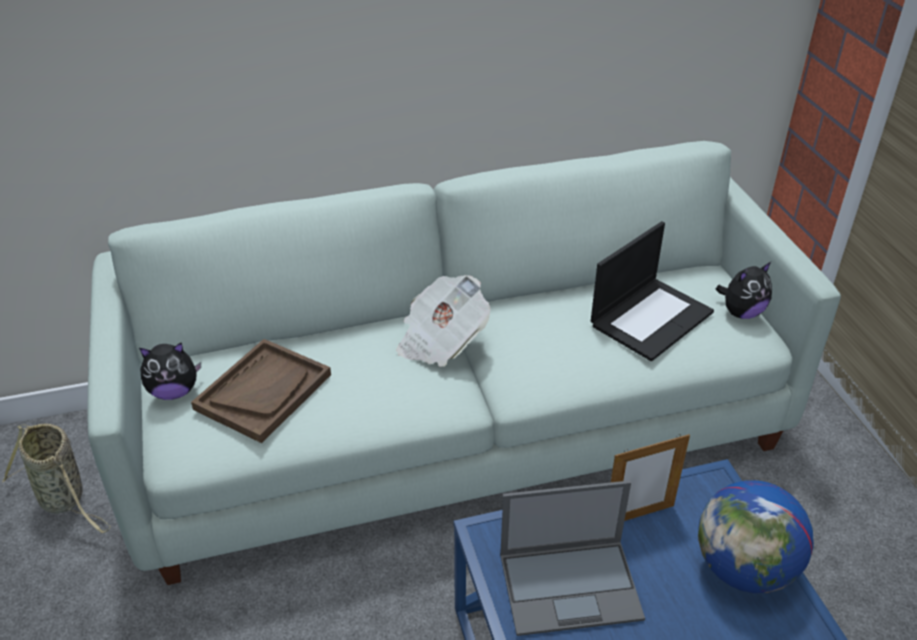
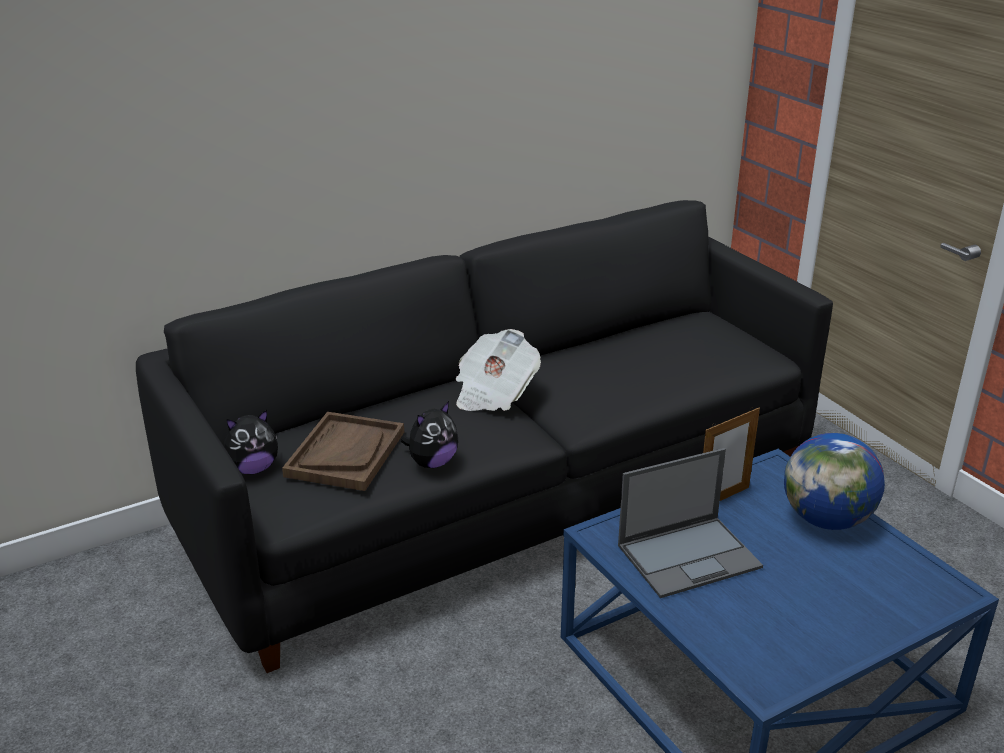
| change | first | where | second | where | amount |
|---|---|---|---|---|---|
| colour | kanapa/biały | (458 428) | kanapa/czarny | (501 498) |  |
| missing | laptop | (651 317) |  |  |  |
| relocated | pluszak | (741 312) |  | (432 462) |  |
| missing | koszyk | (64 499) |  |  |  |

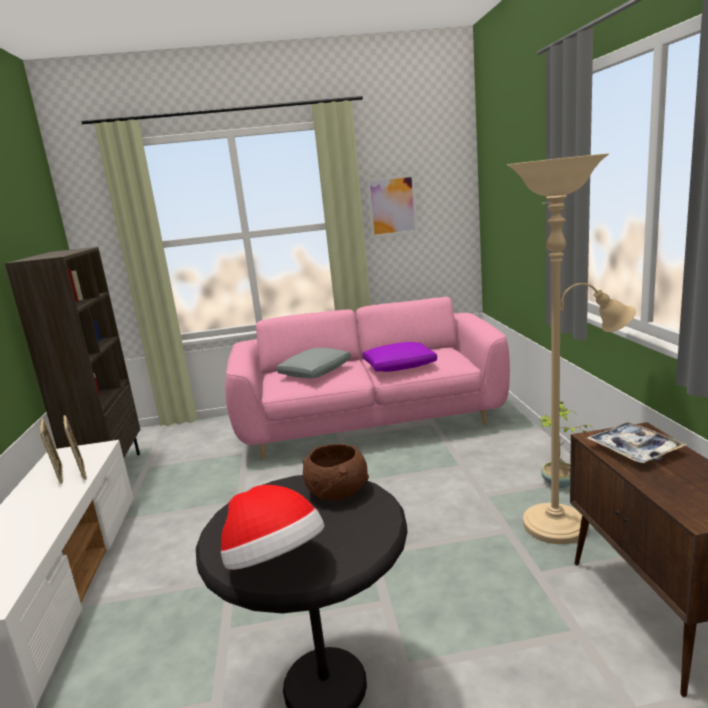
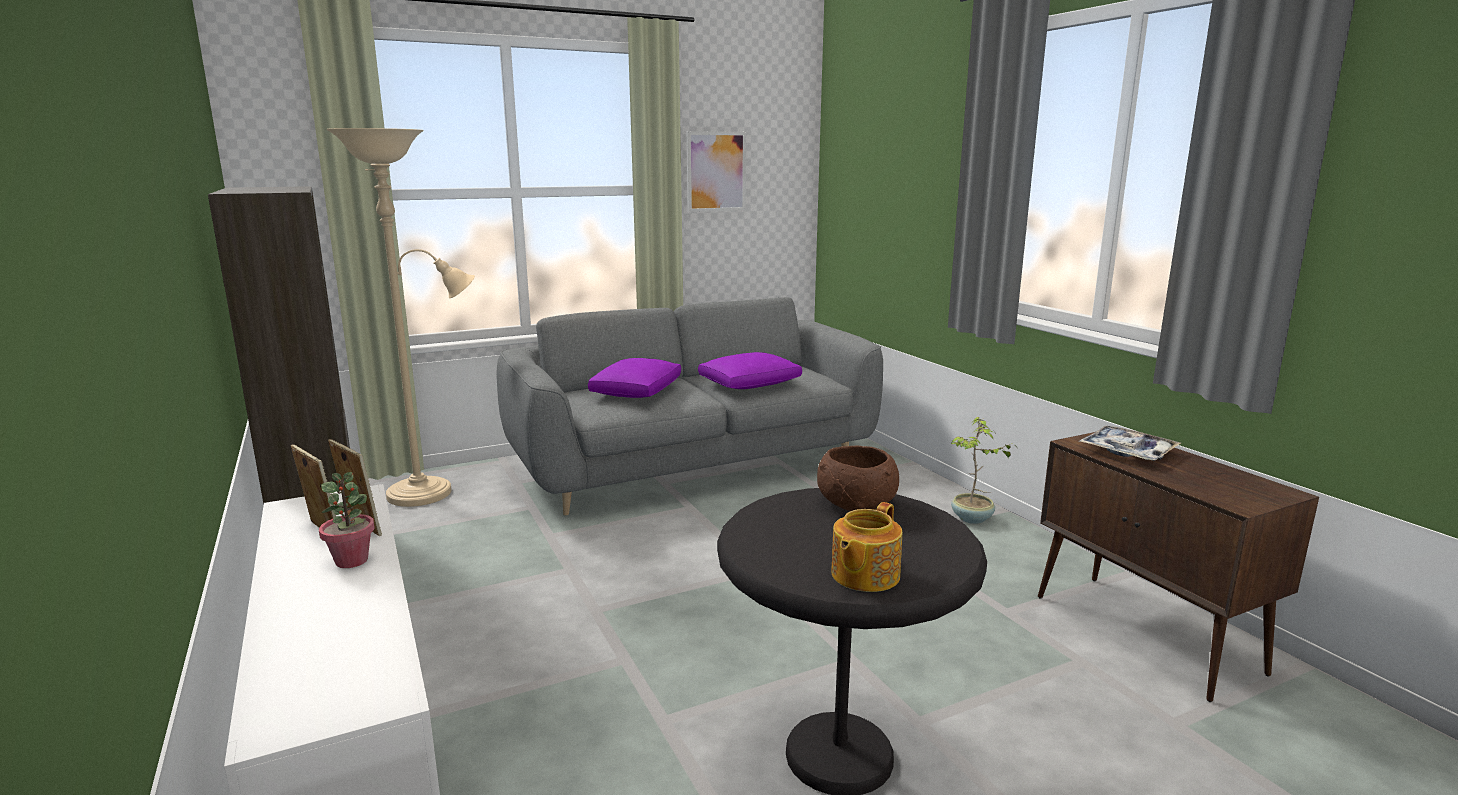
| change | first | where | second | where | amount |
|---|---|---|---|---|---|
| relocated | lampa stojąca/beżowy | (563 523) |  | (428 492) |  |
| colour | kanapa/różowy | (369 423) | kanapa/szary | (694 465) |  |
| colour | poduszka/szary | (316 372) | poduszka/fioletowy | (637 391) |  |
| exchanged | kapelusz | (275 563) | imbryk | (863 575) |  |
| appeared |  |  | roślina doniczkowa | (352 560) |  |

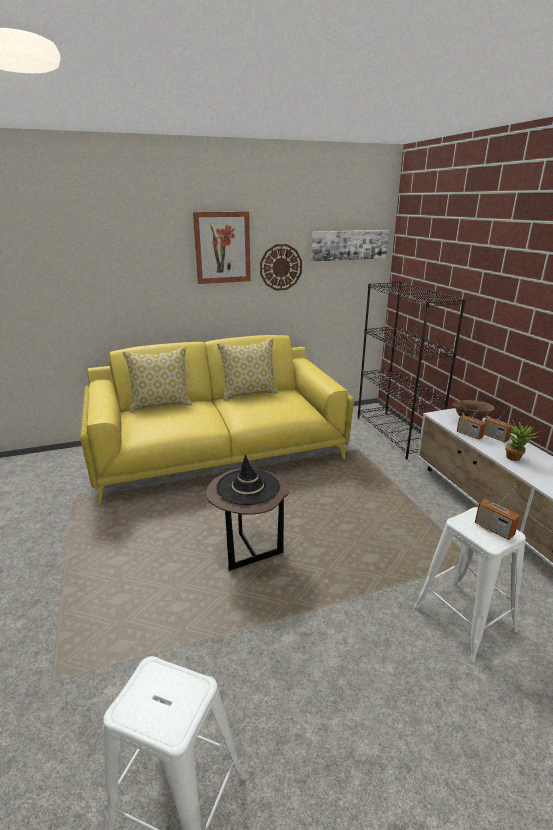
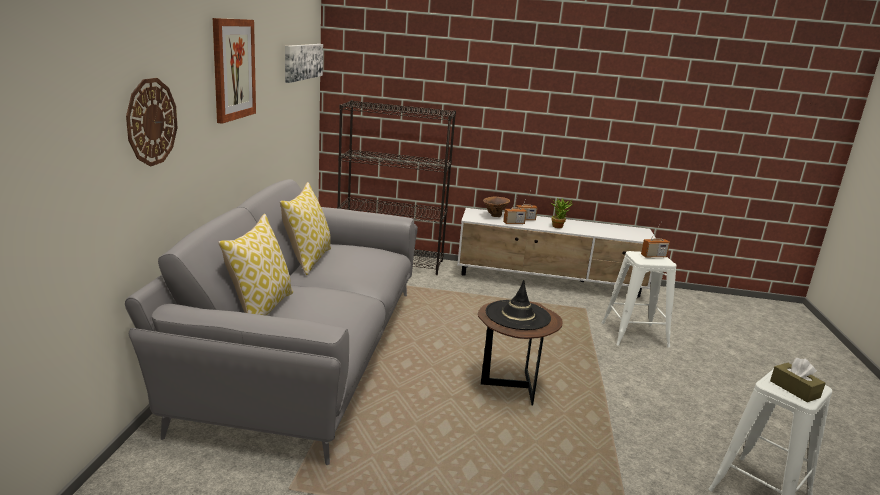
| change | first | where | second | where | amount |
|---|---|---|---|---|---|
| relocated | zegar ścienny | (280 267) |  | (151 122) |  |
| colour | kanapa/żółty | (219 452) | kanapa/szary | (305 349) |  |
| appeared |  |  | pudełko chusteczek/brązowy | (794 389) |  |

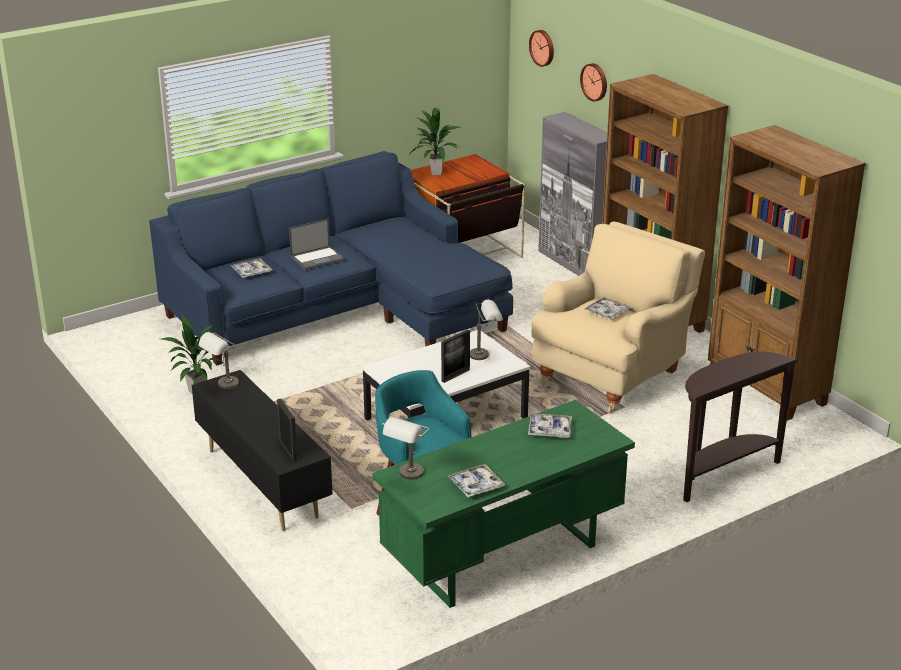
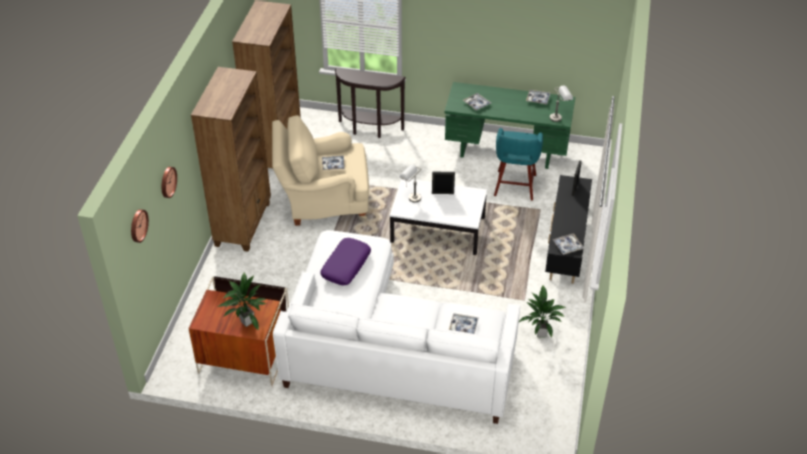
| change | first | where | second | where | amount |
|---|---|---|---|---|---|
| missing | szafka/szary | (574 263) |  |  |  |
| colour | kanapa/niebieski | (340 310) | kanapa/biały | (389 350) |  |
| missing | laptop | (318 258) |  |  |  |
| exchanged | lampa stołowa/szary | (223 386) | taca | (567 246) |  |
| appeared |  |  | poduszka/fioletowy | (345 266) |  |

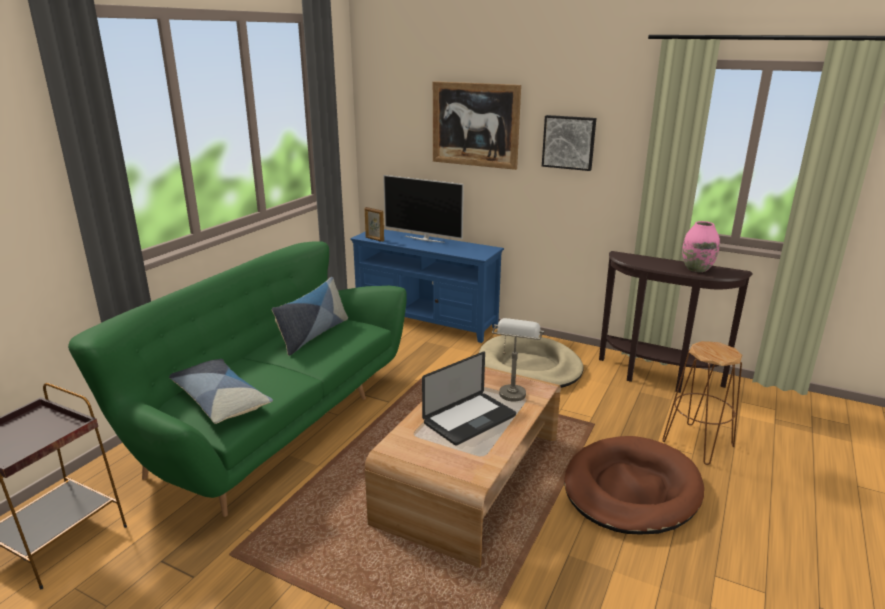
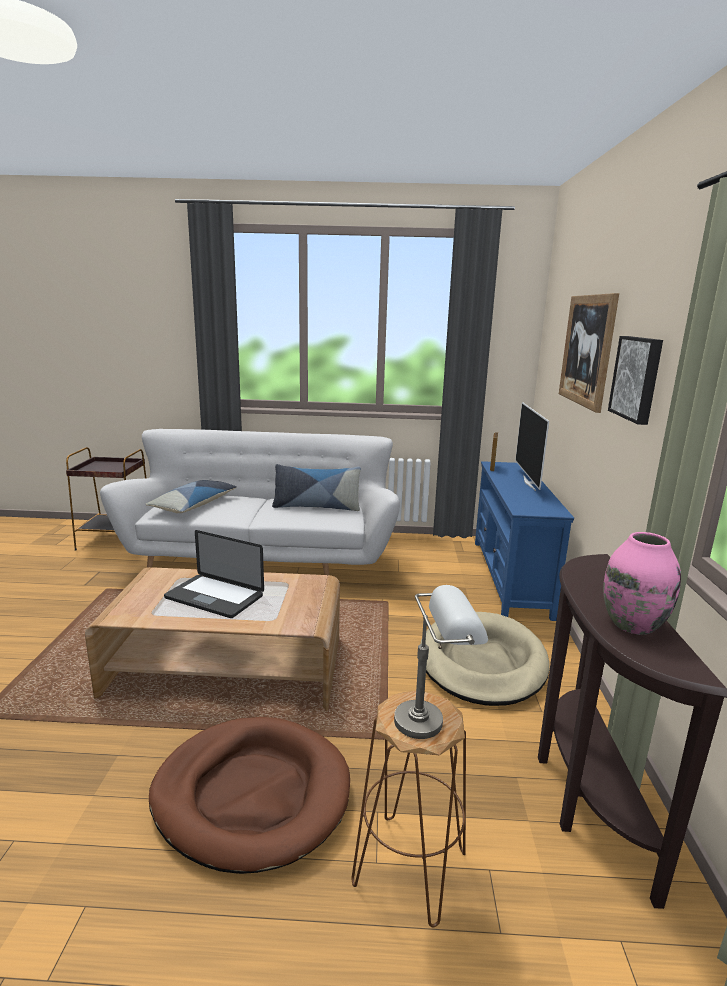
| change | first | where | second | where | amount |
|---|---|---|---|---|---|
| colour | kanapa/zielony | (271 424) | kanapa/biały | (264 560) |  |
| relocated | lampa stołowa/szary | (513 389) |  | (434 719) |  |

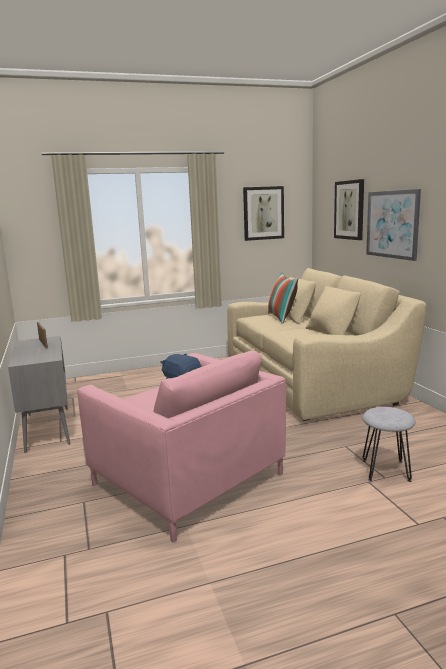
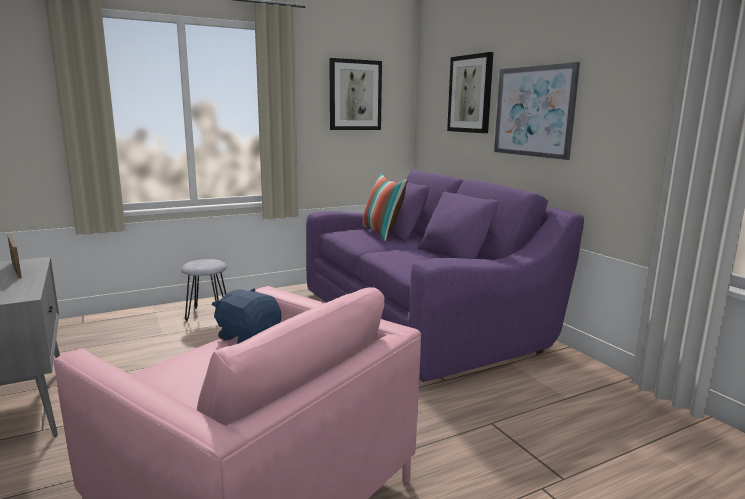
| change | first | where | second | where | amount |
|---|---|---|---|---|---|
| colour | kanapa/beżowy | (311 380) | kanapa/fioletowy | (421 318) |  |
| relocated | stołek/szary | (386 470) |  | (208 314) |  |

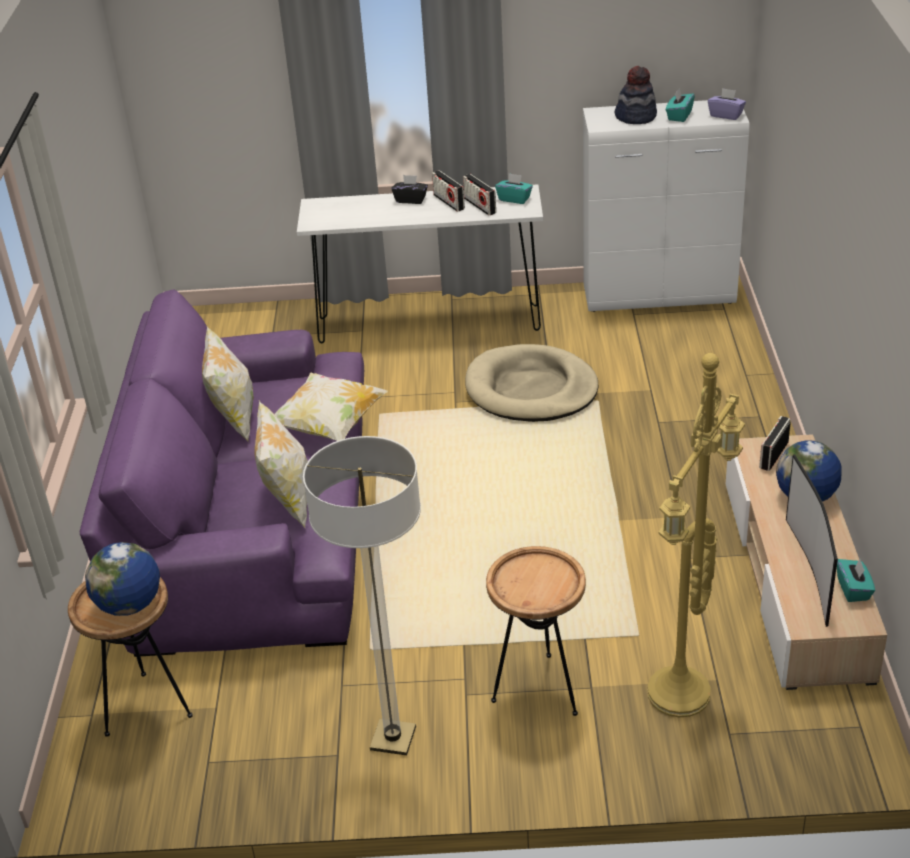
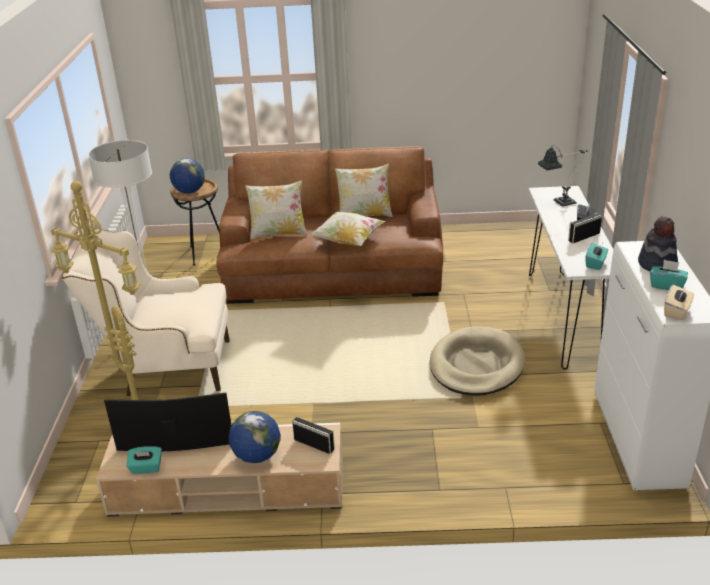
| change | first | where | second | where | amount |
|---|---|---|---|---|---|
| colour | pudełko chusteczek/fioletowy | (726 115) | pudełko chusteczek/beżowy | (677 311) |  |
| missing | radio | (480 206) |  |  |  |
| colour | kanapa/fioletowy | (253 526) | kanapa/brązowy | (333 268) |  |
| exchanged | stolik/brązowy | (538 689) | fotel/beżowy | (166 367) |  |
| appeared |  |  | lampa stołowa | (560 203) |  |

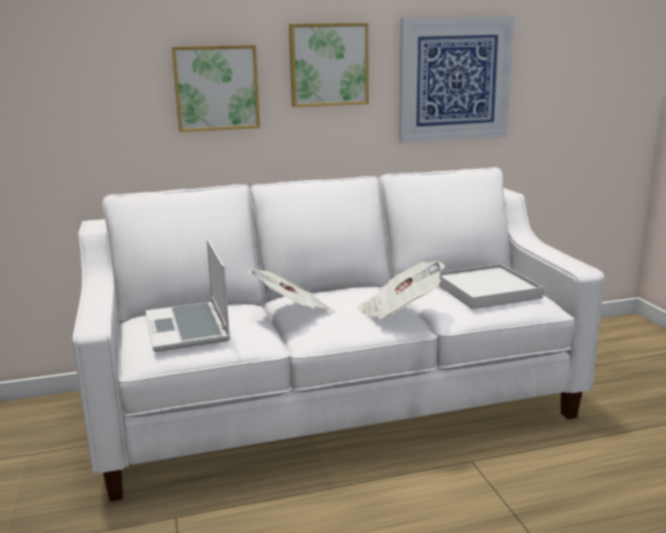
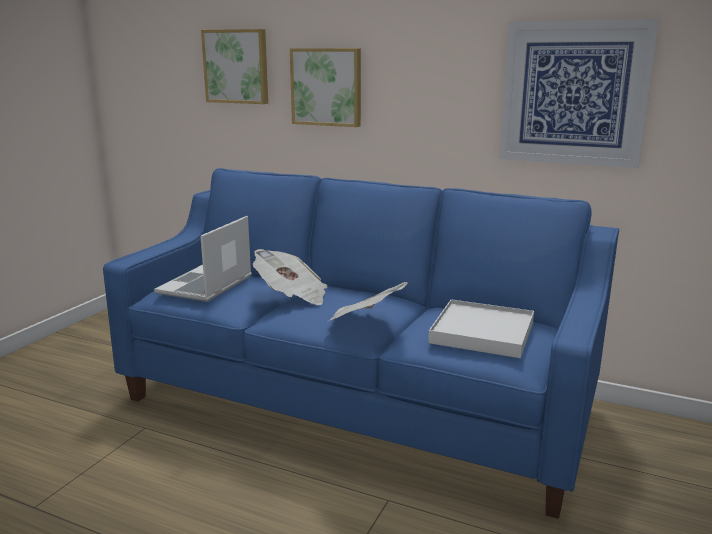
| change | first | where | second | where | amount |
|---|---|---|---|---|---|
| relocated | obraz | (328 64) |  | (237 66) |  |
| colour | kanapa/biały | (336 404) | kanapa/niebieski | (357 403) |  |

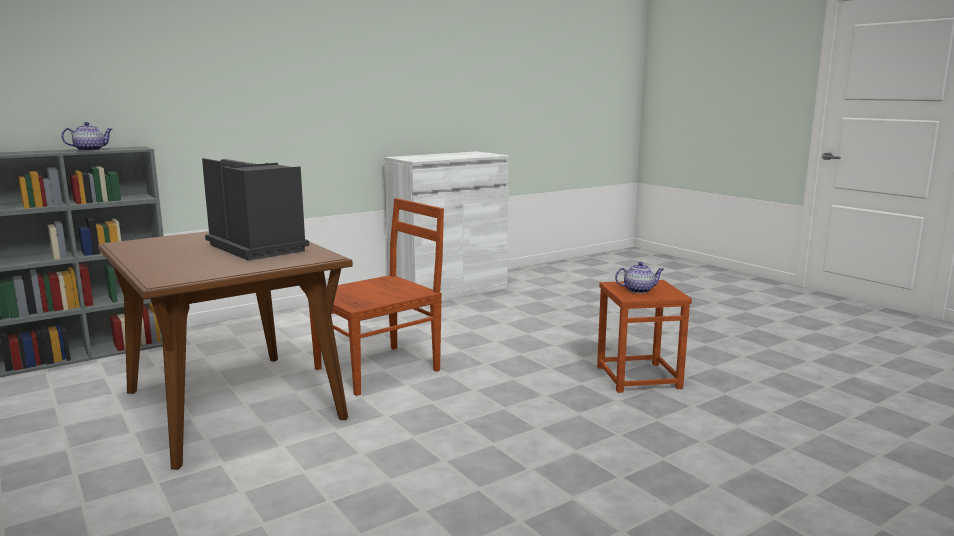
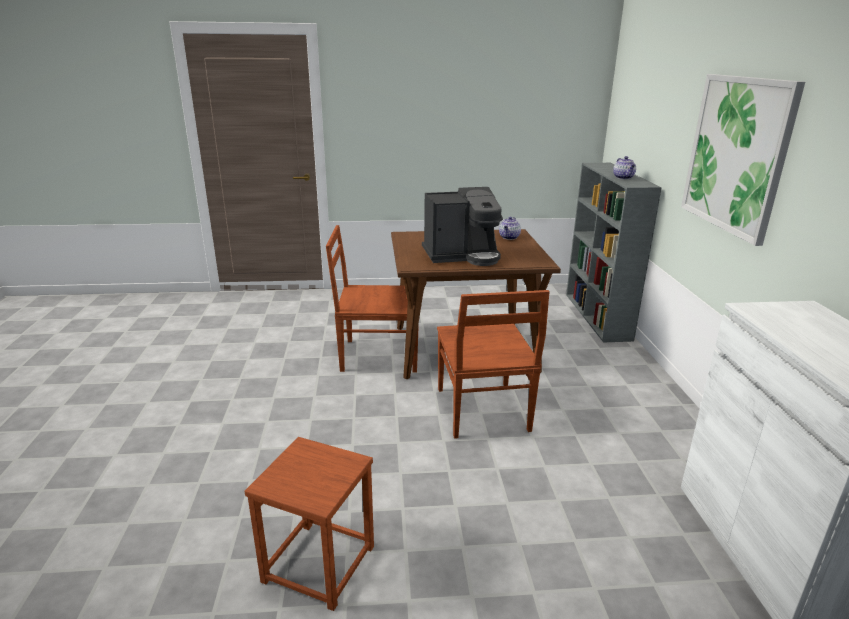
| change | first | where | second | where | amount |
|---|---|---|---|---|---|
| relocated | imbryk | (639 290) |  | (509 237) |  |
| appeared |  |  | obraz | (736 154) |  |
| appeared |  |  | krzesło/brązowy | (378 355) |  |

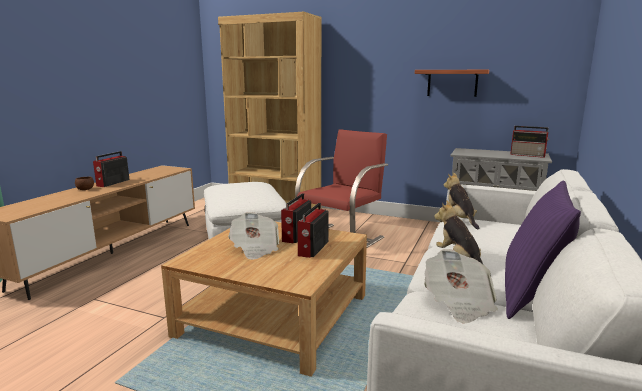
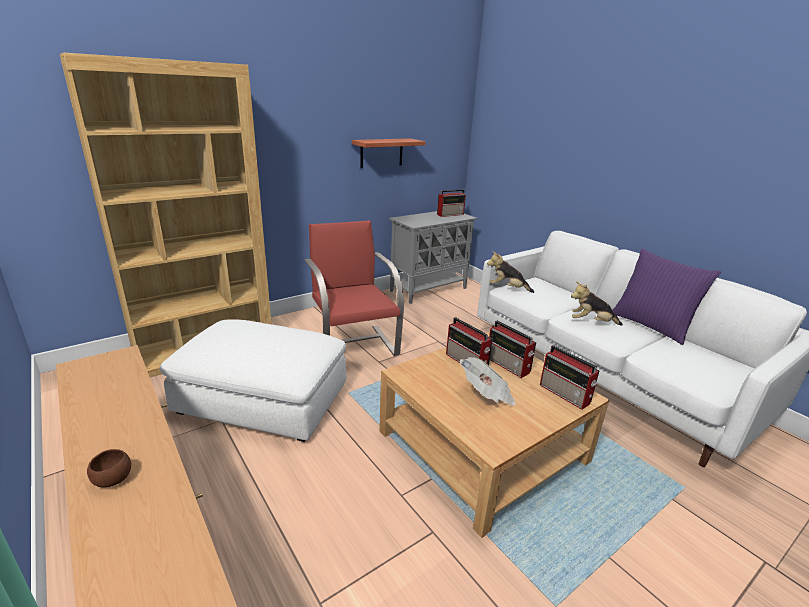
| change | first | where | second | where | amount |
|---|---|---|---|---|---|
| relocated | radio | (112 183) |  | (565 394) |  |
| missing | gazeta | (458 303) |  |  |  |

